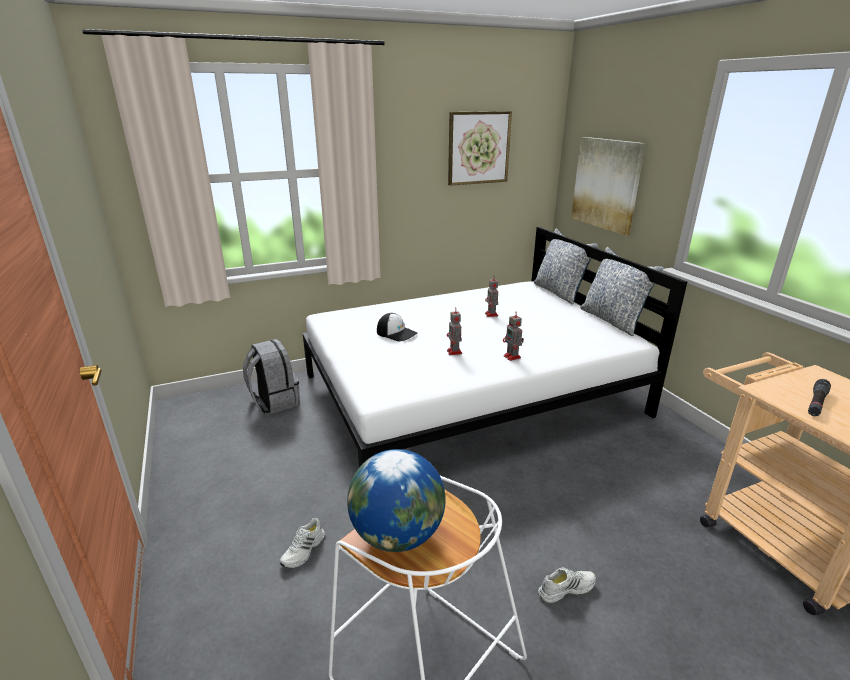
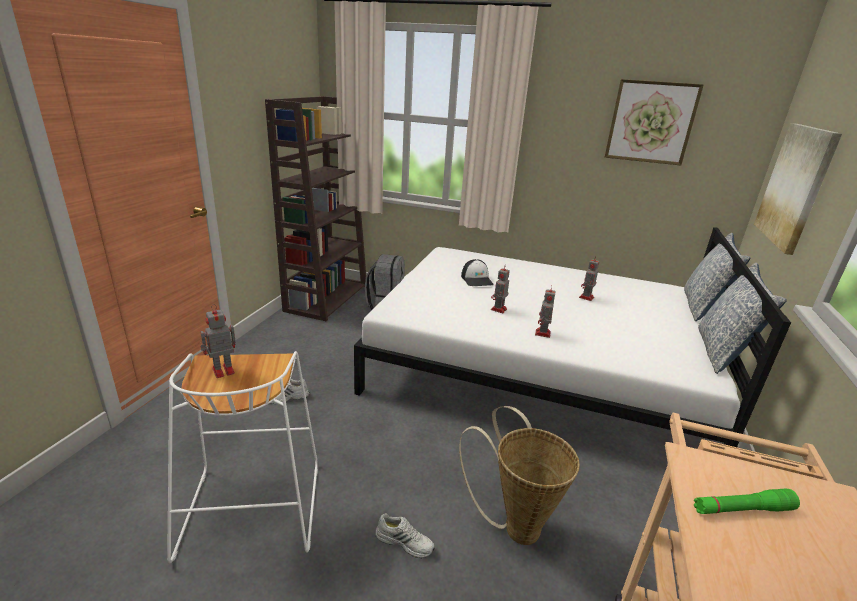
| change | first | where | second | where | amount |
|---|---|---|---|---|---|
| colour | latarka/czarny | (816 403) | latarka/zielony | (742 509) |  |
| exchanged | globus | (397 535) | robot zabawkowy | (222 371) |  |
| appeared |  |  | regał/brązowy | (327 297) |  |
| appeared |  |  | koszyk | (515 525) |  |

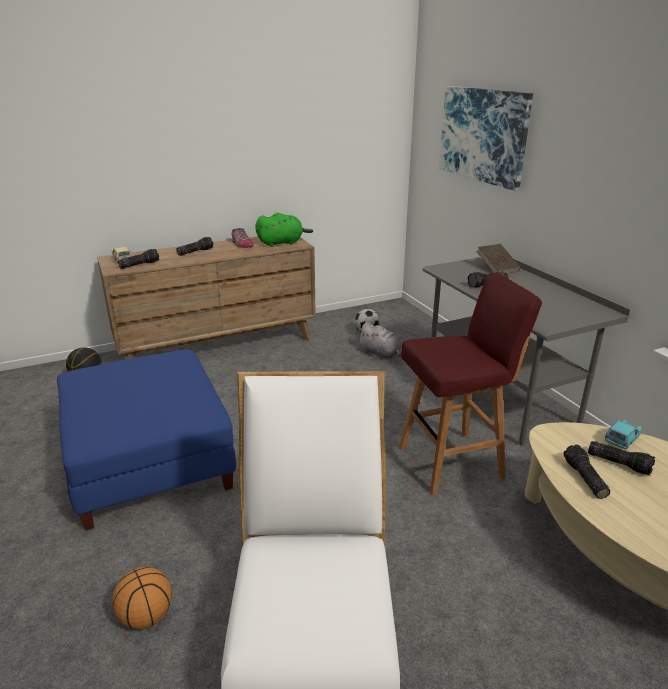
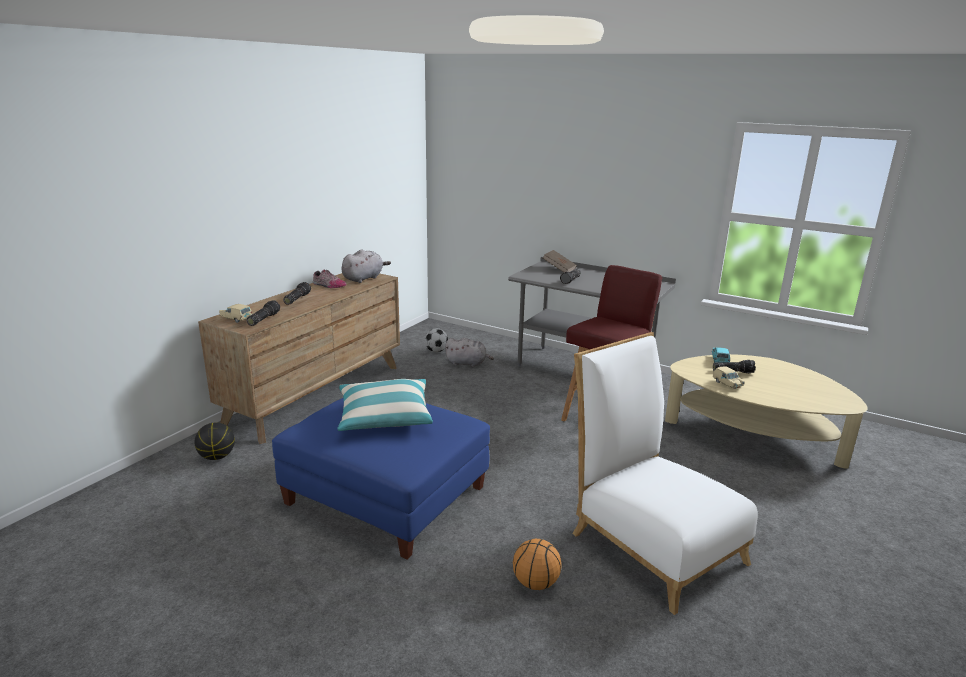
| change | first | where | second | where | amount |
|---|---|---|---|---|---|
| missing | obraz | (483 135) |  |  |  |
| colour | pluszak/zielony | (282 243) | pluszak/szary | (364 278) |  |
| exchanged | latarka | (583 478) | samochodzik/beżowy | (727 384) |  |
| appeared |  |  | poduszka | (385 416) |  |

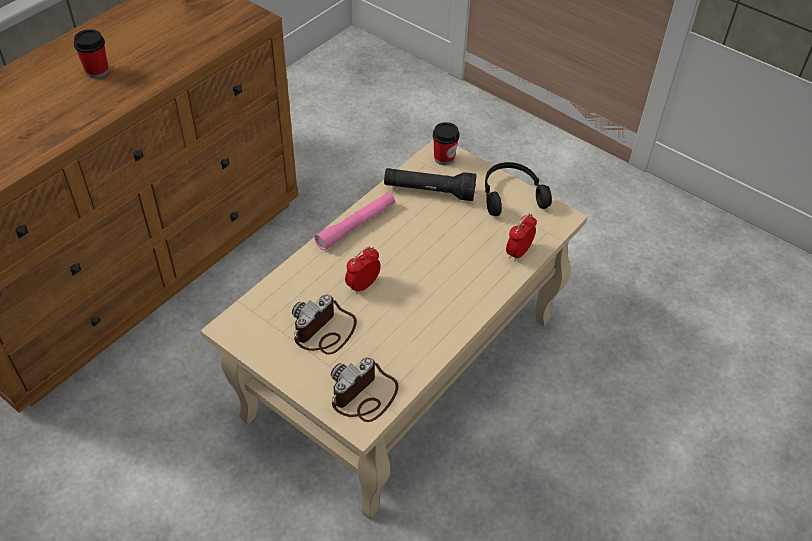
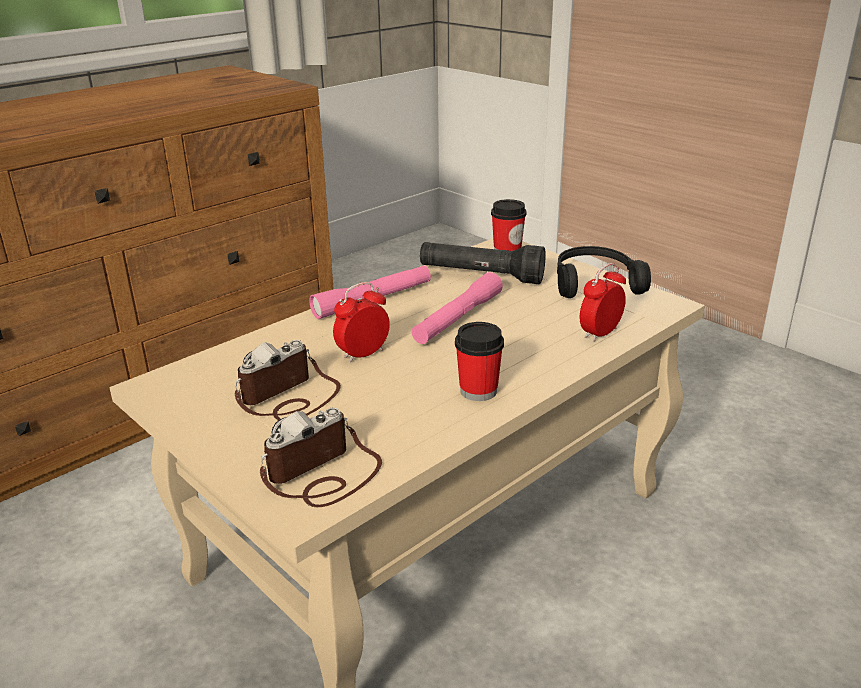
| change | first | where | second | where | amount |
|---|---|---|---|---|---|
| relocated | filiżanka | (97 71) |  | (478 391) |  |
| appeared |  |  | latarka/różowy | (458 318) |  |

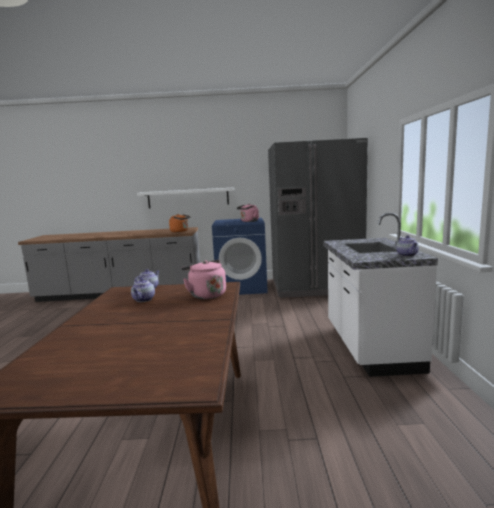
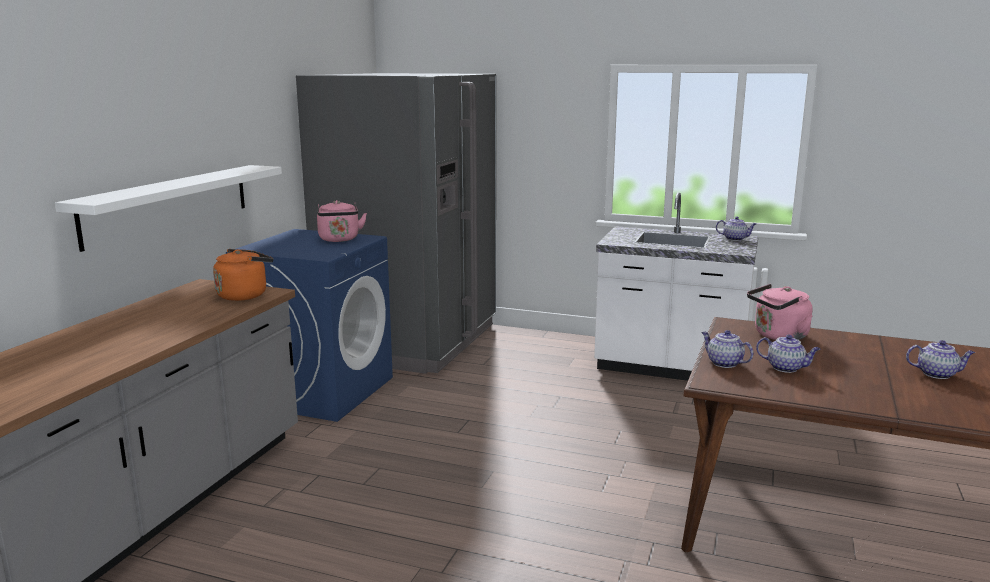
| change | first | where | second | where | amount |
|---|---|---|---|---|---|
| appeared |  |  | imbryk | (937 374) |  |

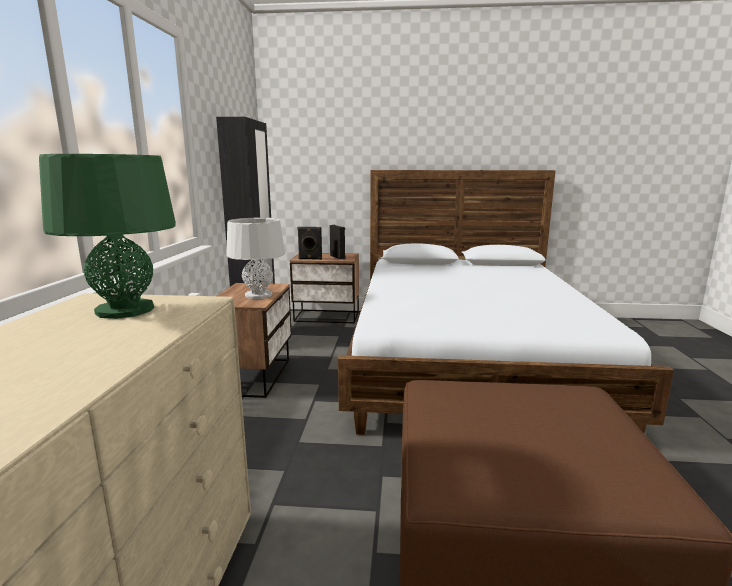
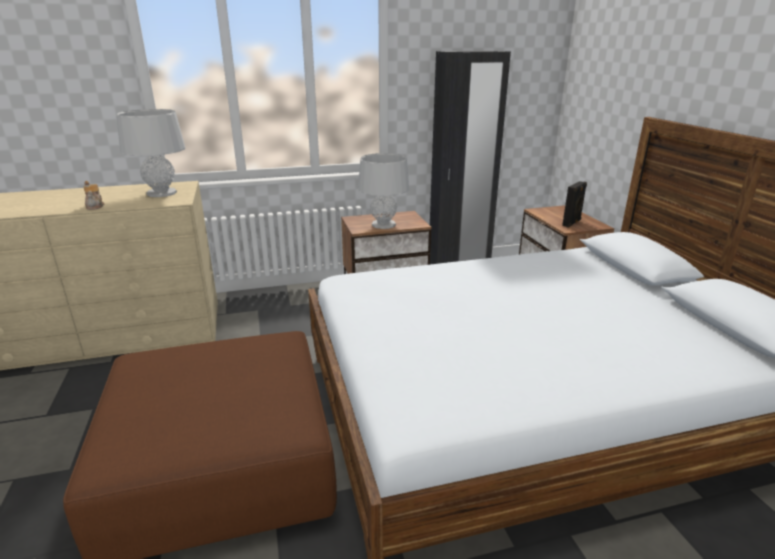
| change | first | where | second | where | amount |
|---|---|---|---|---|---|
| colour | lampa stołowa/zielony | (125 310) | lampa stołowa/szary | (161 193) |  |
| missing | głośnik/czarny | (310 259) |  |  |  |
| appeared |  |  | imbryk | (95 206) |  |

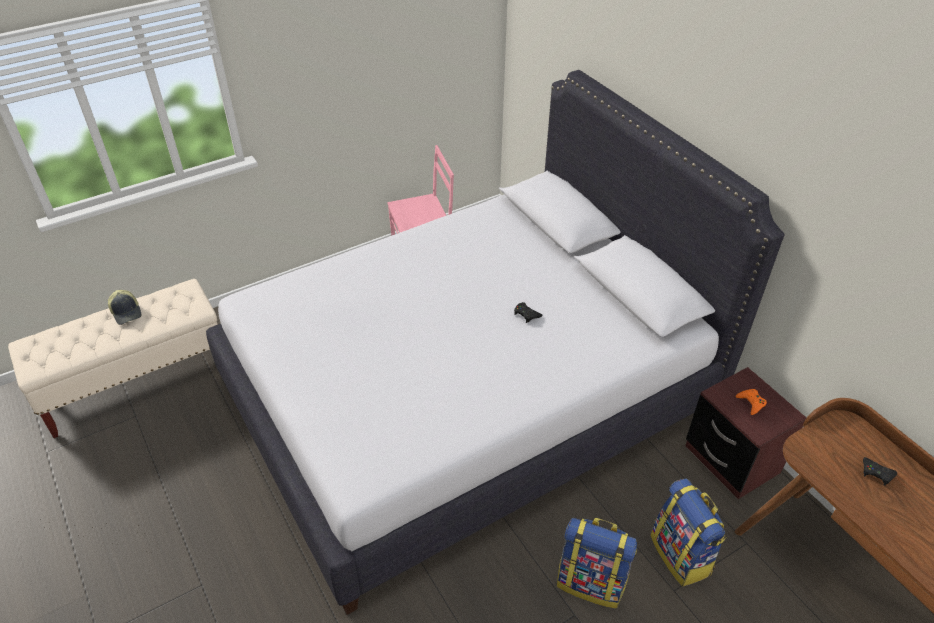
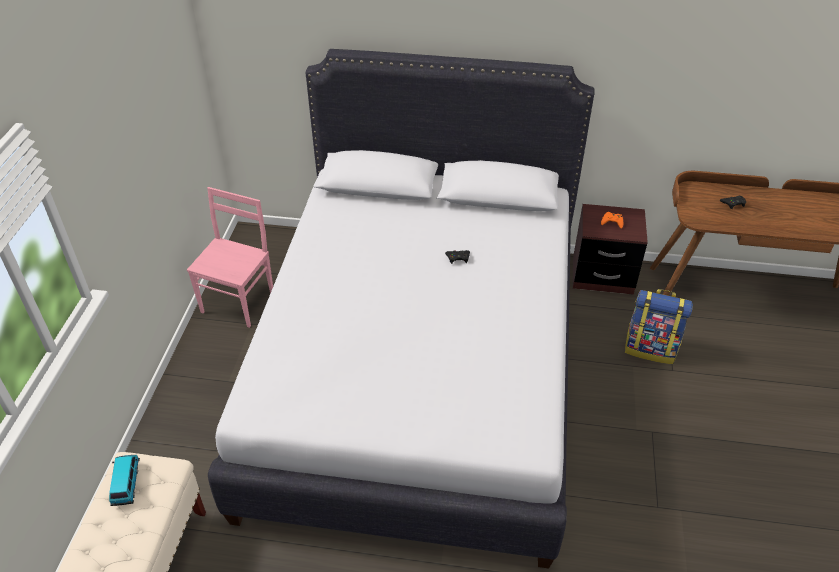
| change | first | where | second | where | amount |
|---|---|---|---|---|---|
| missing | czapka z daszkiem | (127 312) |  |  |  |
| missing | plecak | (591 581) |  |  |  |
| appeared |  |  | samochodzik | (126 484) |  |

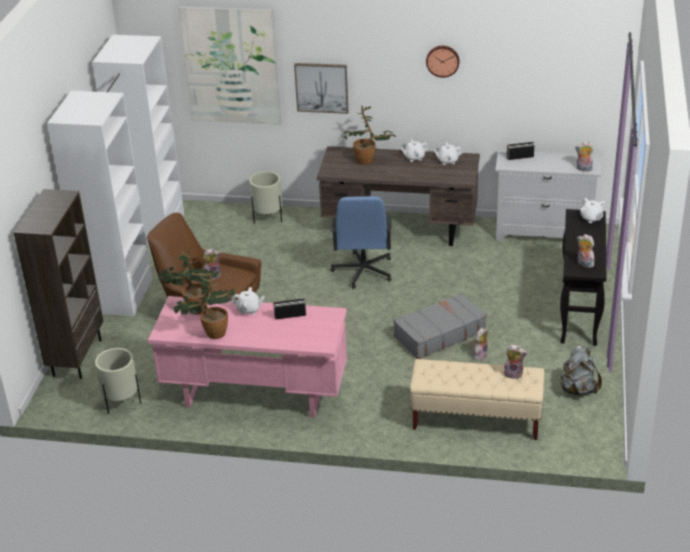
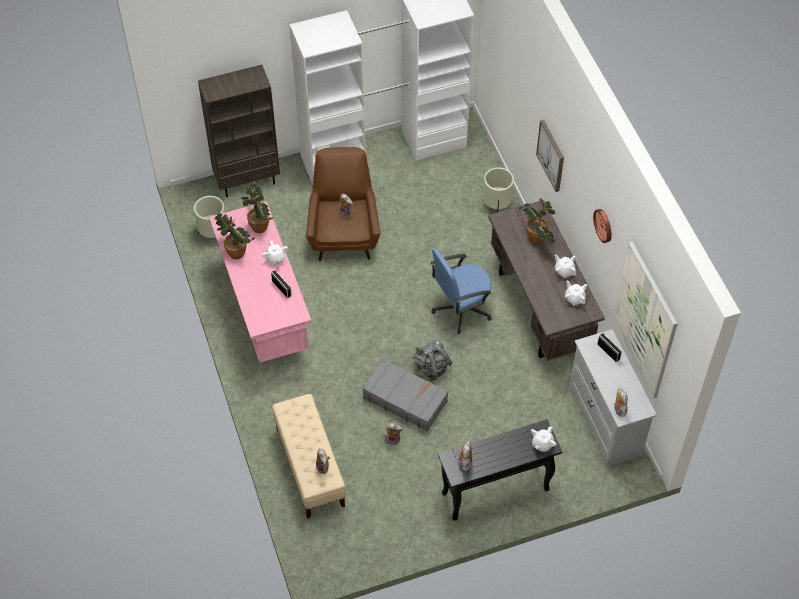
| change | first | where | second | where | amount |
|---|---|---|---|---|---|
| relocated | obraz | (231 65) |  | (645 320) |  |
| relocated | plecak/szary | (578 389) |  | (431 368) |  |

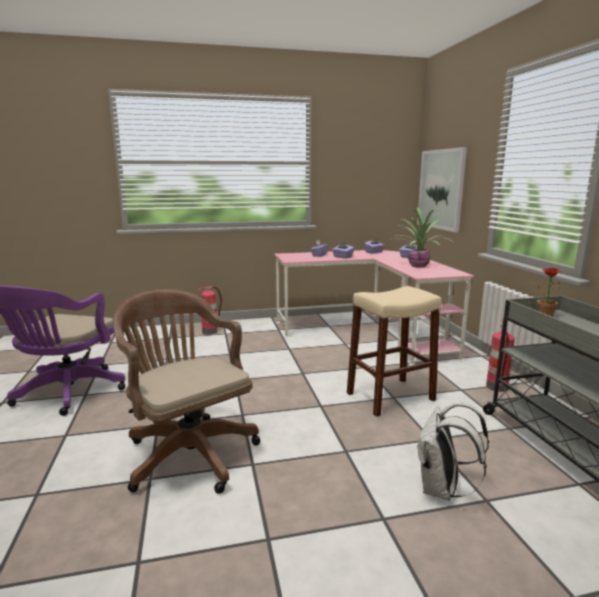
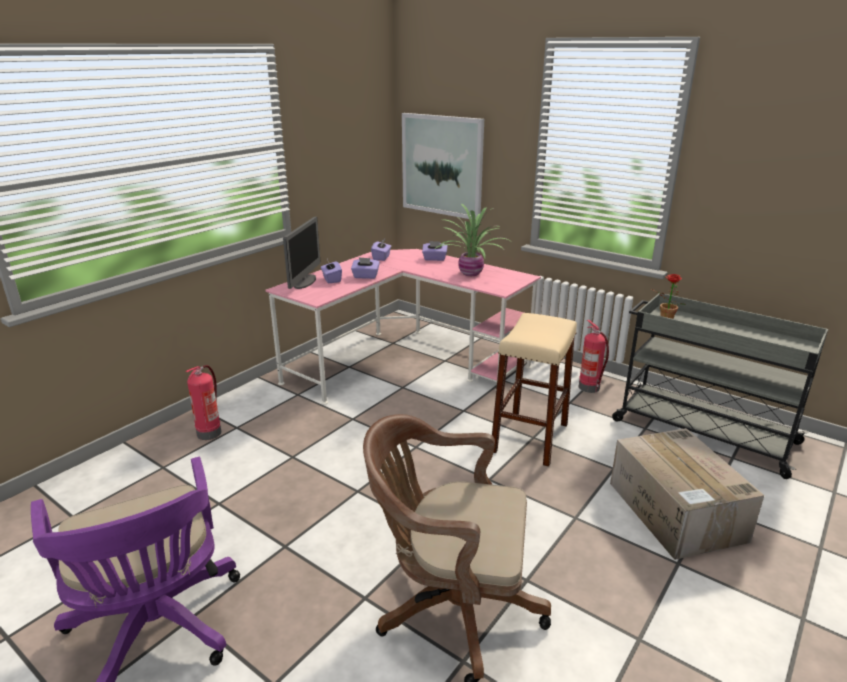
| change | first | where | second | where | amount |
|---|---|---|---|---|---|
| exchanged | plecak/biały | (442 490) | karton | (677 512) |  |
| appeared |  |  | monitor | (305 282) |  |

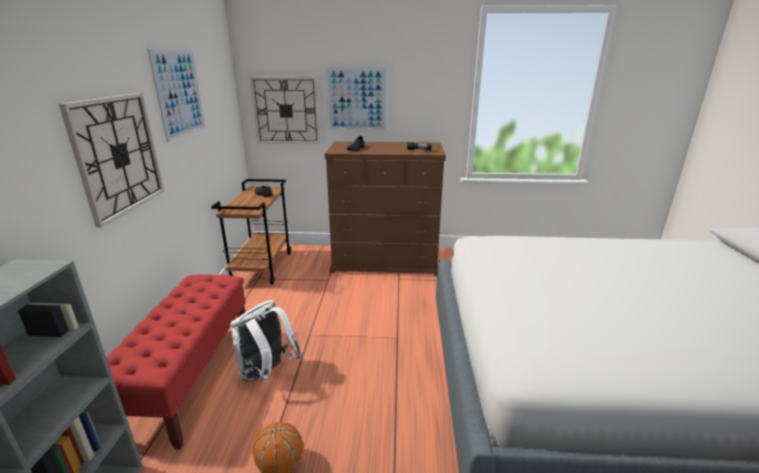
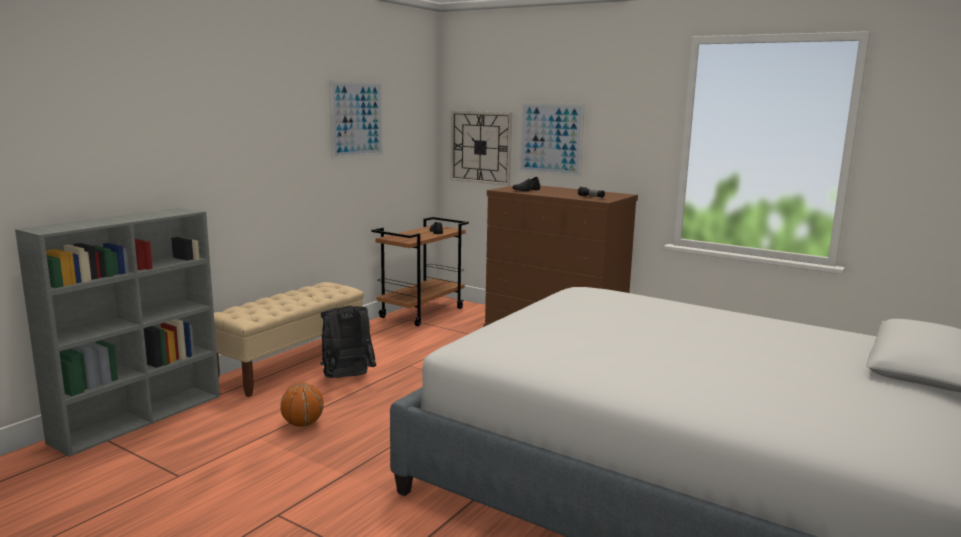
| change | first | where | second | where | amount |
|---|---|---|---|---|---|
| missing | zegar ścienny | (118 155) |  |  |  |
| colour | ławka/czerwony | (191 377) | ławka/beżowy | (291 365) |  |
| colour | plecak/biały | (267 373) | plecak/czarny | (347 378) |  |

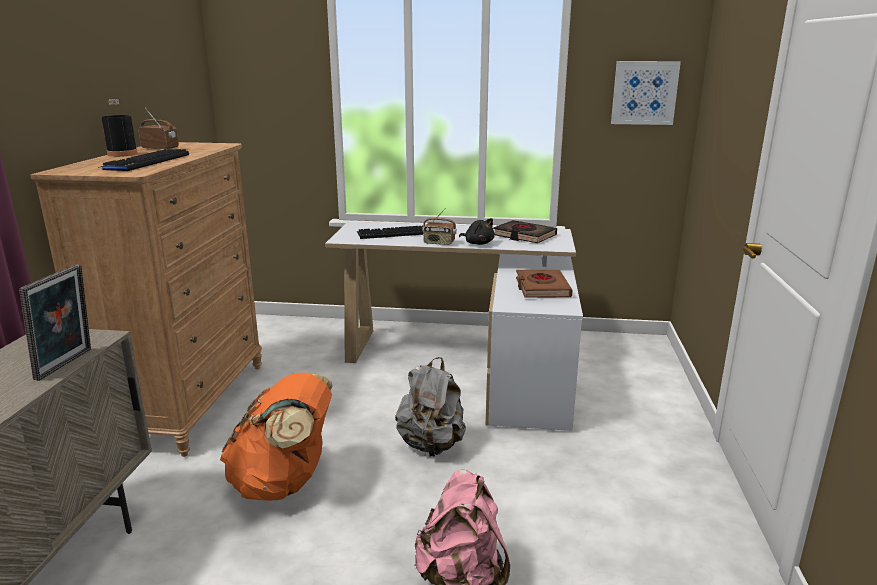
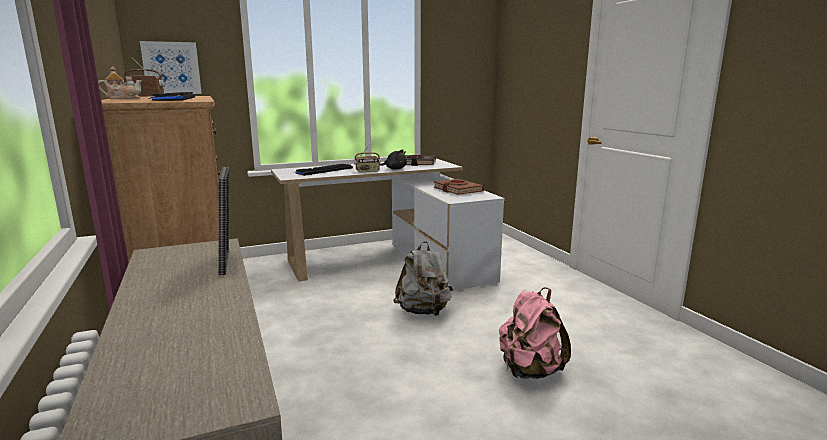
| change | first | where | second | where | amount |
|---|---|---|---|---|---|
| relocated | obraz | (644 93) |  | (171 68) |  |
| exchanged | butelka/czarny | (122 154) | imbryk | (123 98) |  |
| missing | plecak/pomarańczowy | (284 482) |  |  |  |

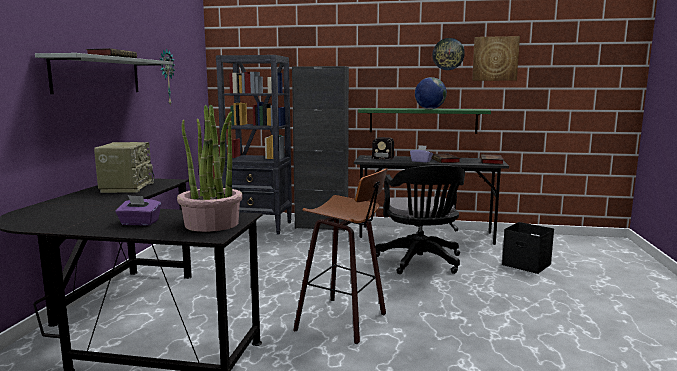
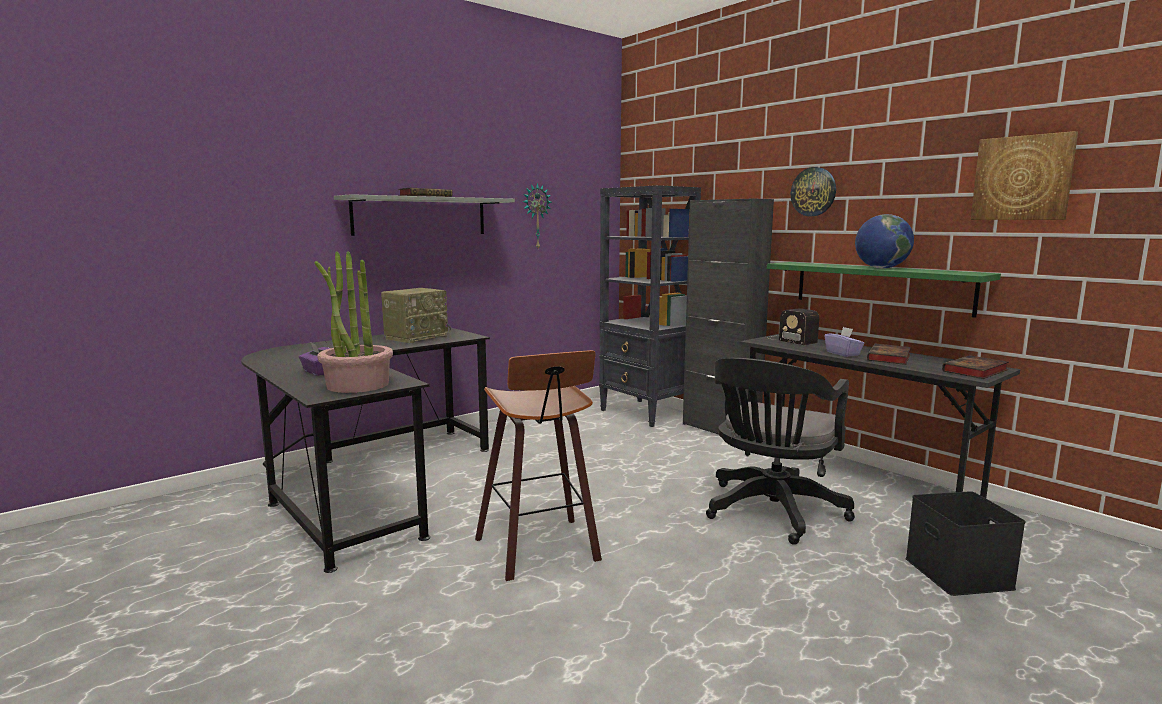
| change | first | where | second | where | amount |
|---|---|---|---|---|---|
| relocated | zegar ścienny | (448 54) |  | (813 192) |  |

